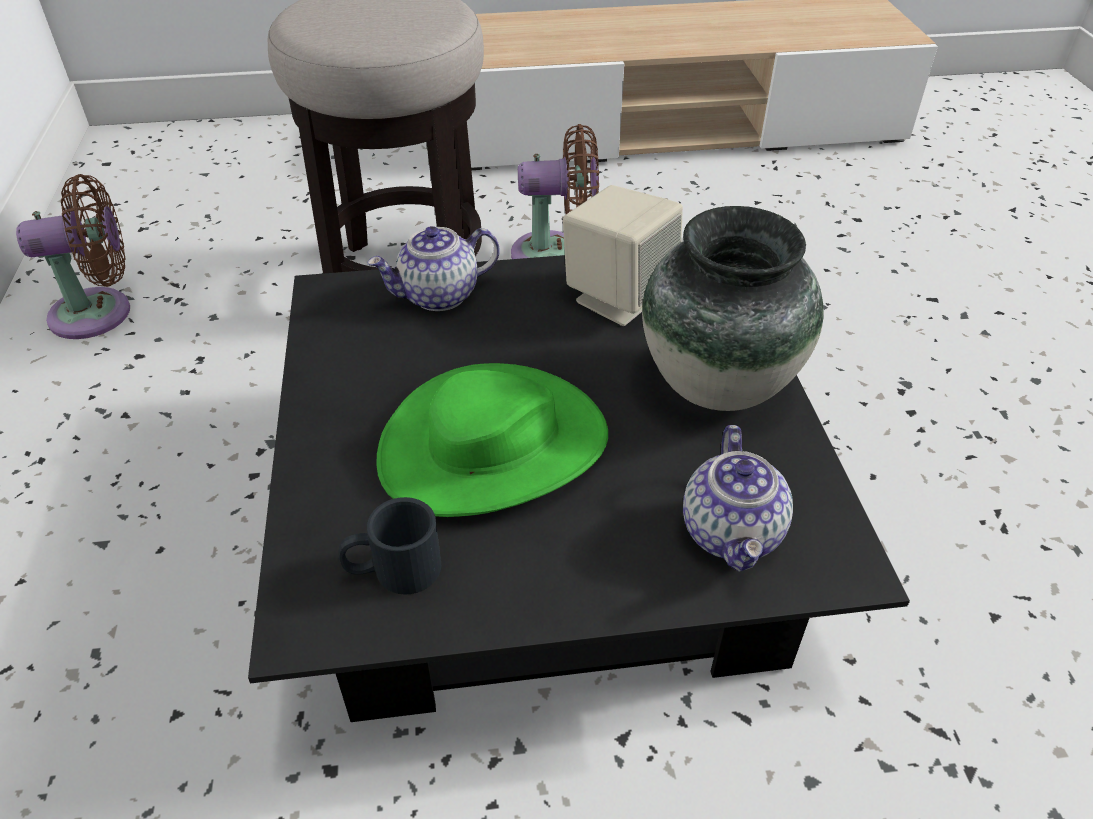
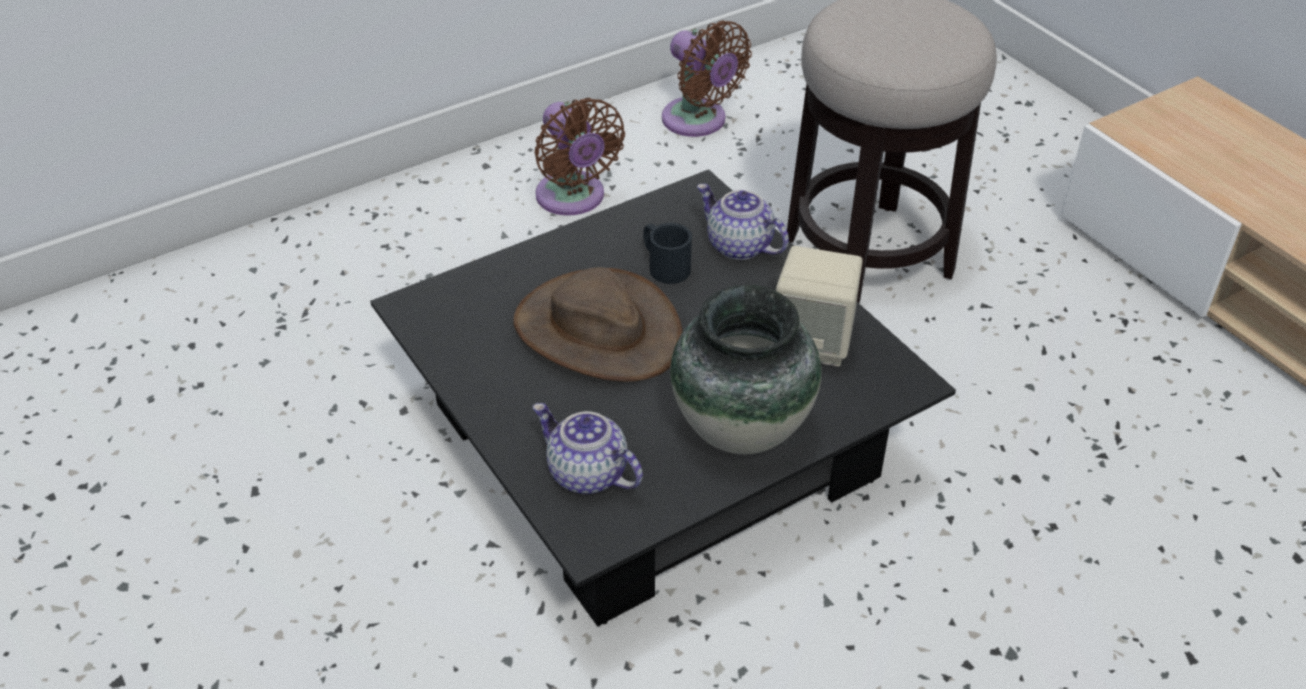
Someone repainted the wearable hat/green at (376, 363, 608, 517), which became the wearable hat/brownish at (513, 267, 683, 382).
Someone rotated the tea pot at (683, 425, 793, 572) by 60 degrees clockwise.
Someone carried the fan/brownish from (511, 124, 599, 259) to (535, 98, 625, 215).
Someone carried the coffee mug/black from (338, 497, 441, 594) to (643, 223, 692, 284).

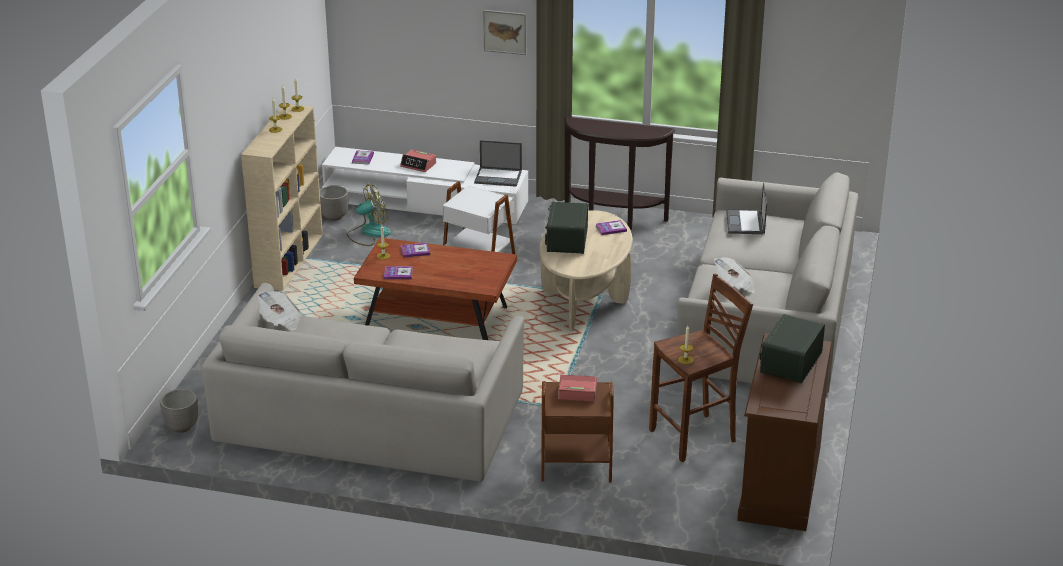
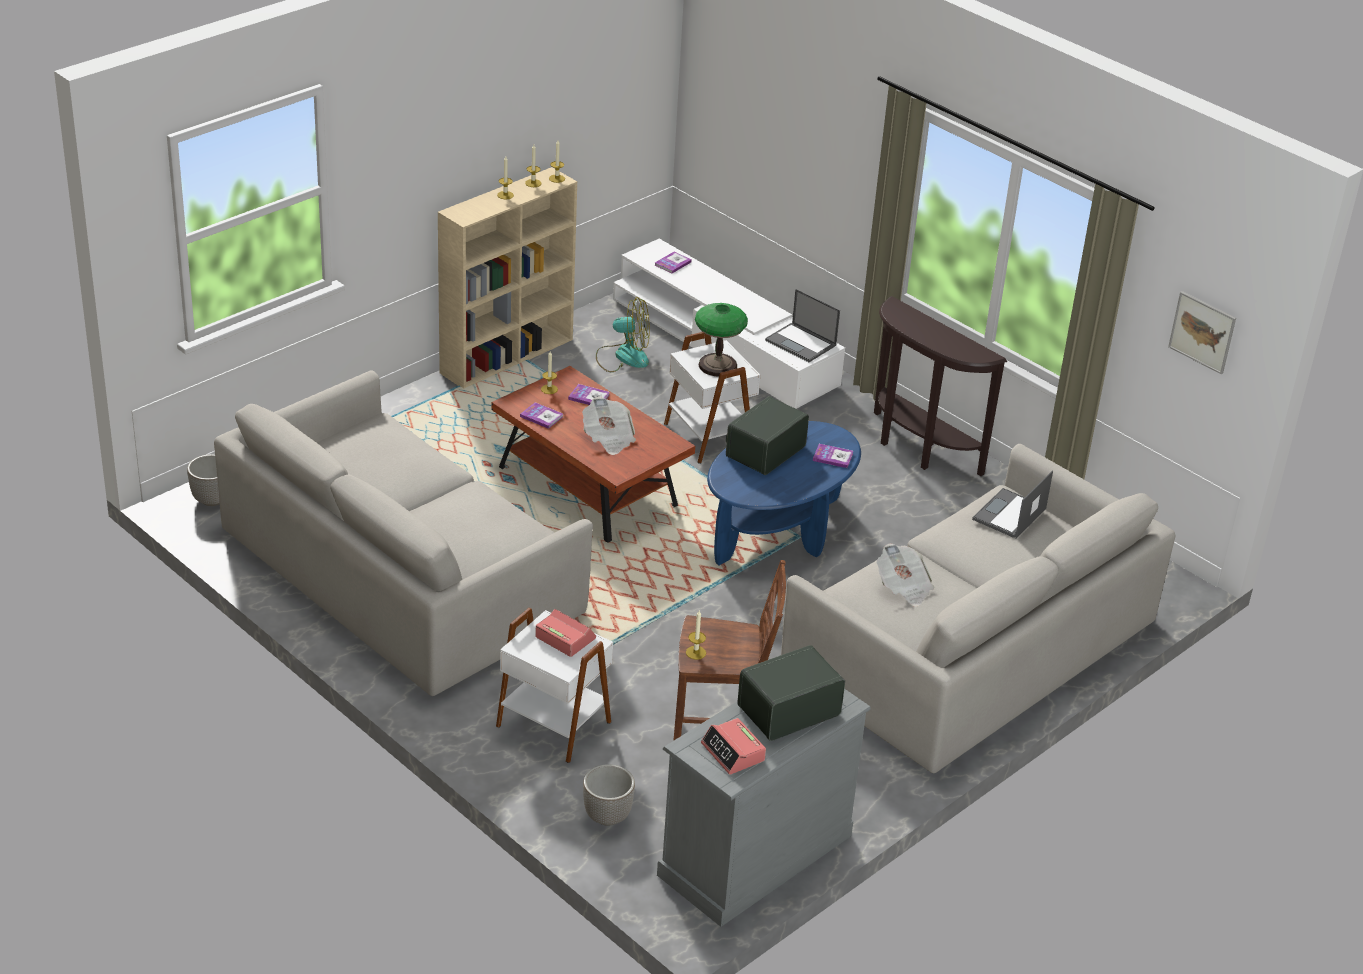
Someone repainted the accent table/brownish at (541, 381, 614, 483), which became the accent table/whitish at (496, 608, 613, 763).
Someone carried the newspaper from (258, 291, 303, 330) to (582, 397, 636, 455).
Someone carried the plant pot from (320, 185, 348, 221) to (583, 764, 635, 826).
Someone repainted the chest of drawers/brownish at (737, 333, 832, 531), which became the chest of drawers/grey at (657, 689, 871, 927).
Someone put down the tabletop lamp at (695, 303, 748, 376).
Someone carried the bedside clock from (400, 150, 436, 172) to (701, 718, 766, 775).
Someone repainted the low table/sand-coloured at (539, 210, 633, 331), which became the low table/blue-coloured at (707, 421, 861, 565).
Someone carried the wall picture from (483, 10, 526, 55) to (1168, 291, 1236, 375).

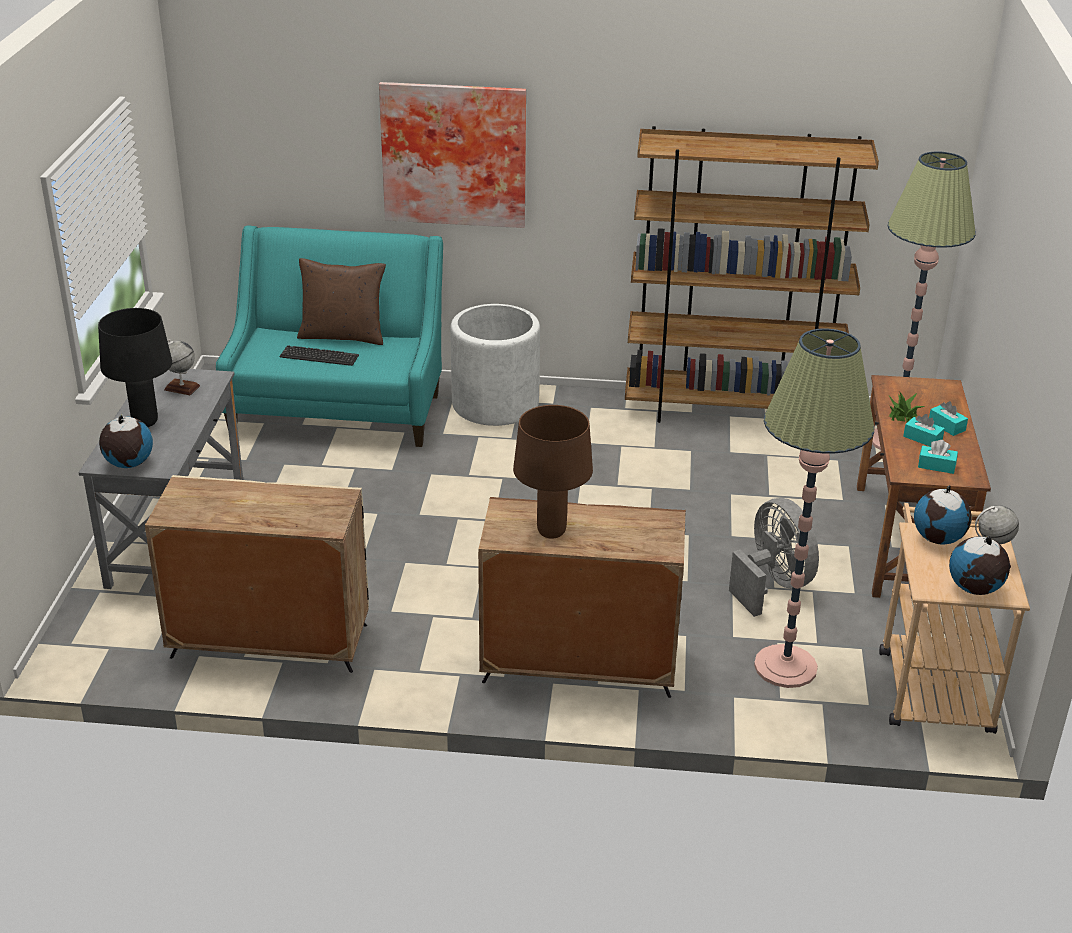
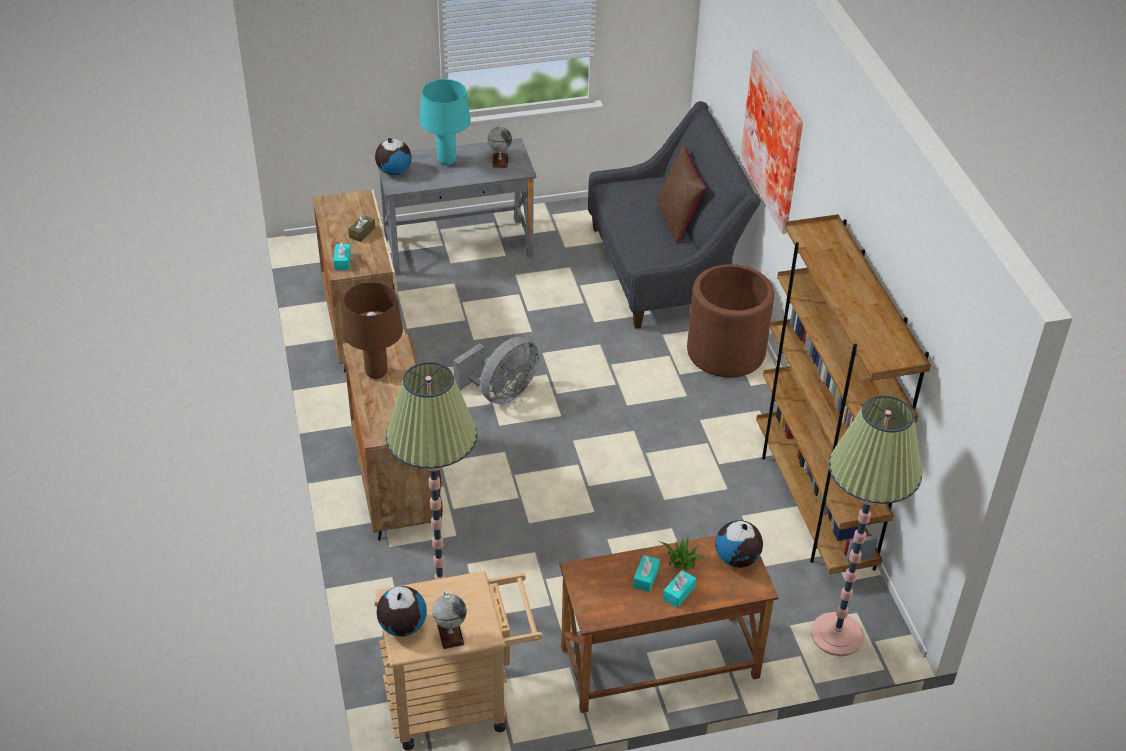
Someone carried the box of tissues/blue-green from (918, 440, 958, 474) to (333, 242, 351, 270).
Someone put down the box of tissues/brownish at (348, 214, 375, 242).
Someone repainted the tabletop lamp/black at (98, 308, 172, 427), which became the tabletop lamp/blue-green at (420, 79, 471, 165).
Someone carried the fan/grey from (729, 498, 819, 617) to (453, 337, 539, 404).
Someone repainted the sofa/blue-green at (216, 225, 443, 447), which became the sofa/grey at (588, 101, 761, 329).
Someone repainted the plant pot/whitish at (450, 304, 540, 426), which became the plant pot/brownish at (687, 264, 774, 378).
Someone carried the world globe from (914, 485, 972, 545) to (715, 520, 763, 568).
Someone took away the PC keyboard at (280, 345, 359, 366).

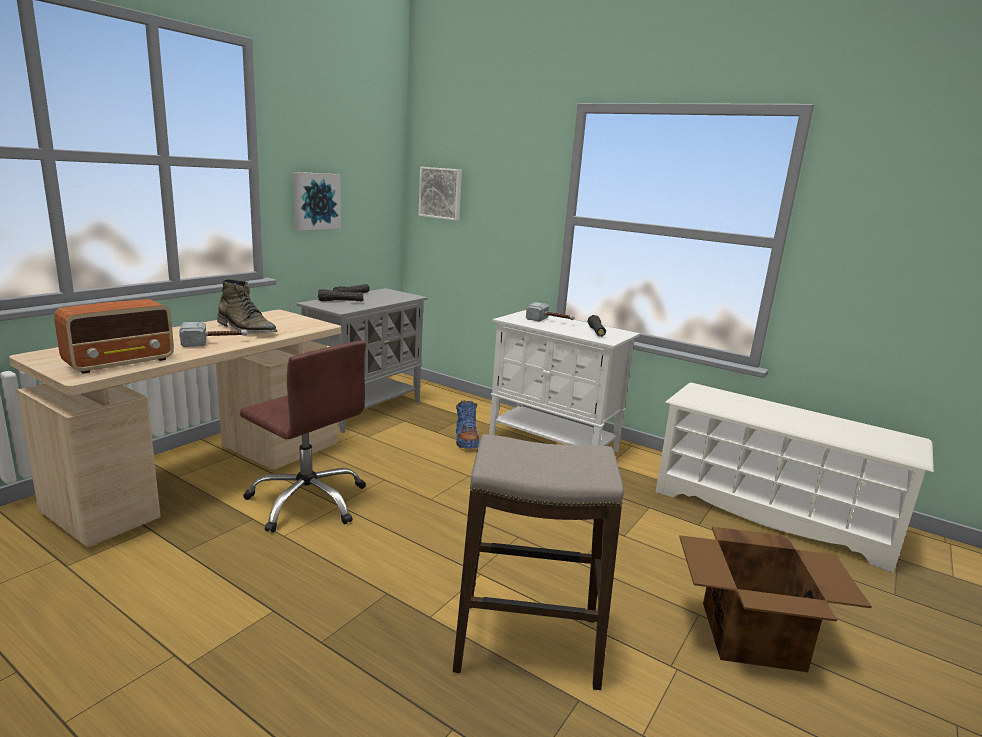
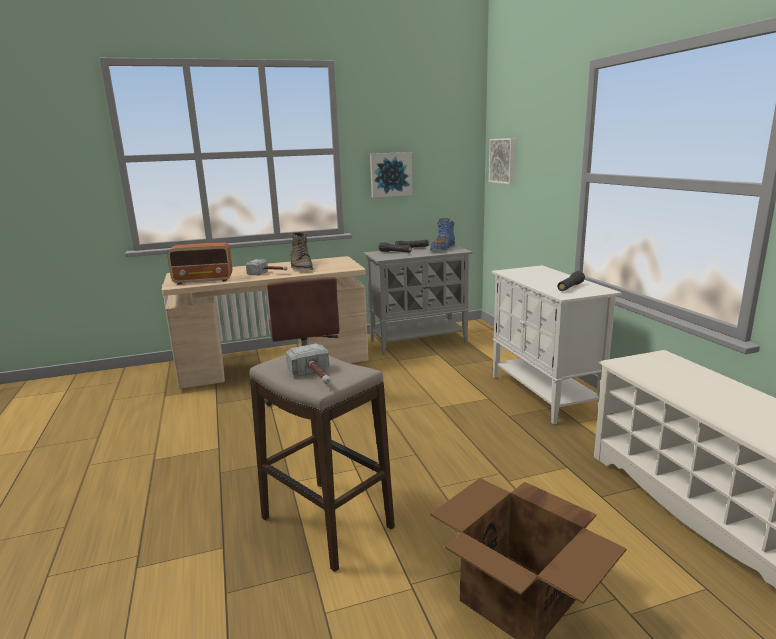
Someone carried the hand hammer from (526, 302, 575, 322) to (286, 343, 331, 384).
Someone carried the tall boot/blue-coloured from (456, 400, 479, 449) to (430, 218, 455, 251).

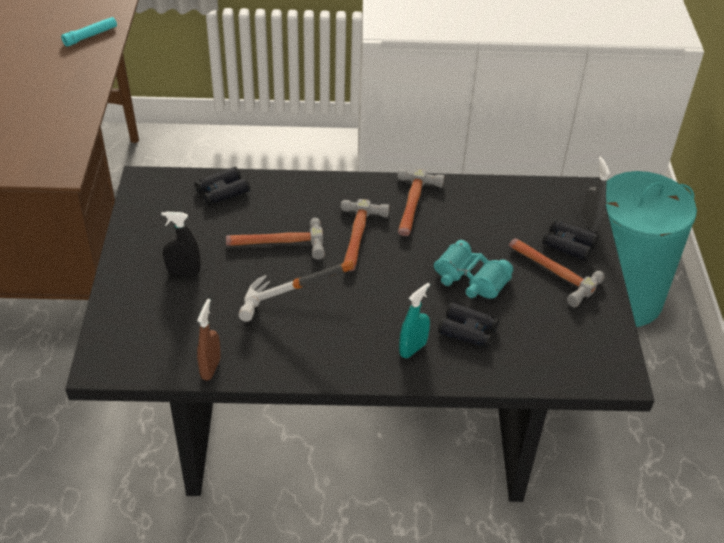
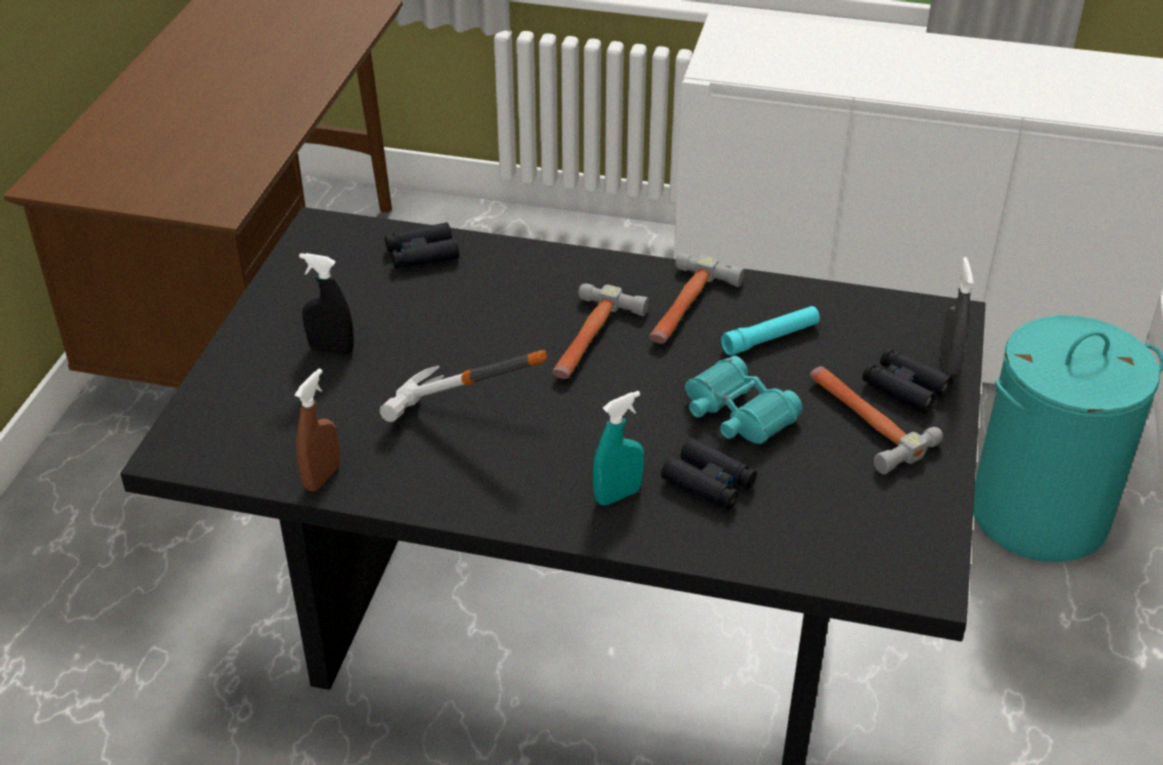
Someone carried the flashlight/blue-green from (61, 17, 117, 47) to (721, 306, 820, 356).
Someone took away the hand hammer at (226, 218, 325, 259).

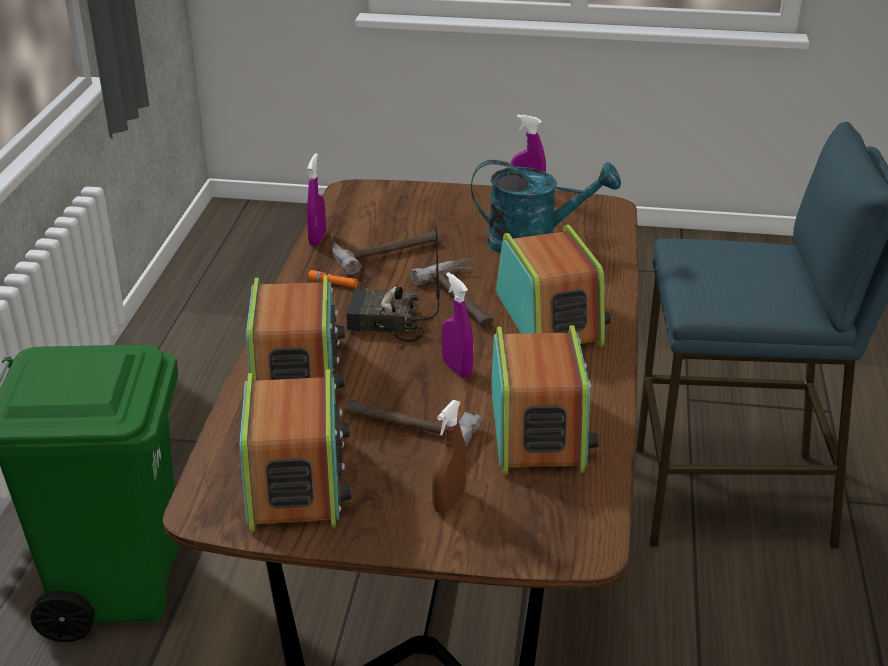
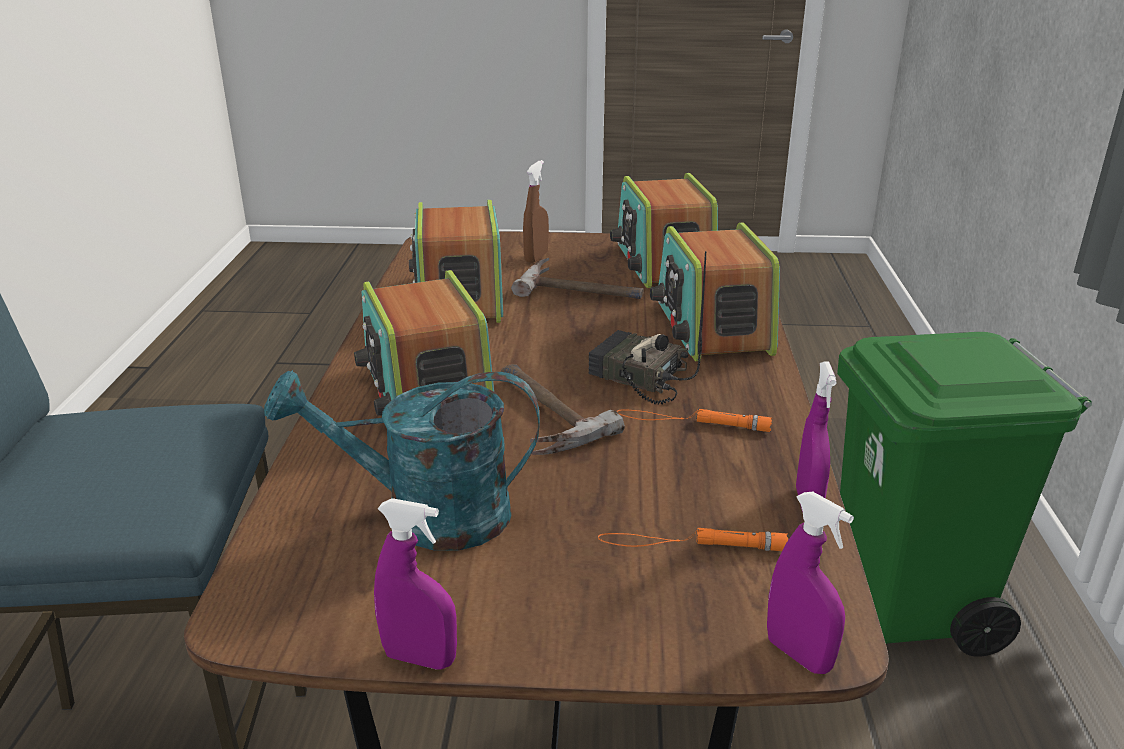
Someone rotated the radio set at (346, 225, 440, 343) by 150 degrees counterclockwise.
Someone put down the flashlight/orange-coloured at (598, 528, 789, 551).
Someone carried the hand sprayer/purplish from (441, 272, 473, 378) to (767, 491, 854, 674).
Someone took away the hand hammer at (331, 231, 439, 274).

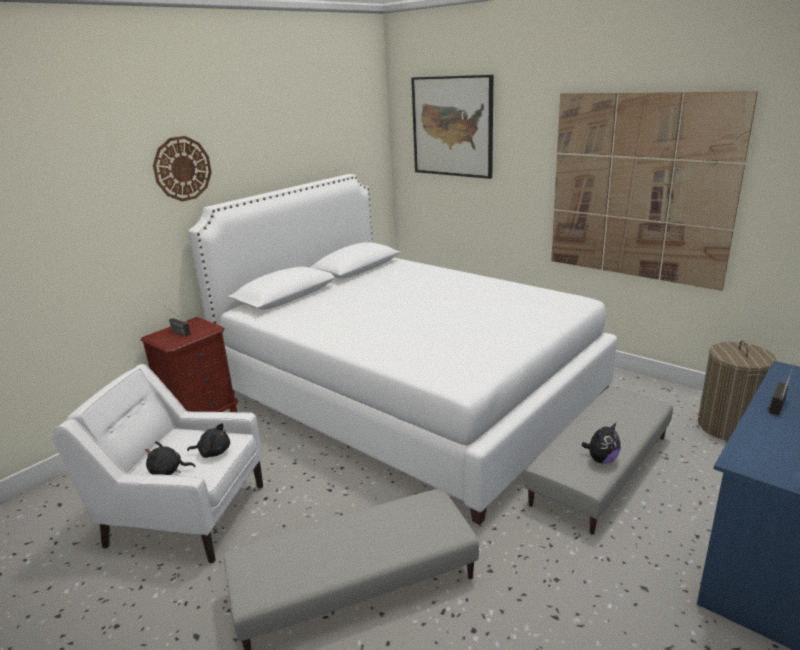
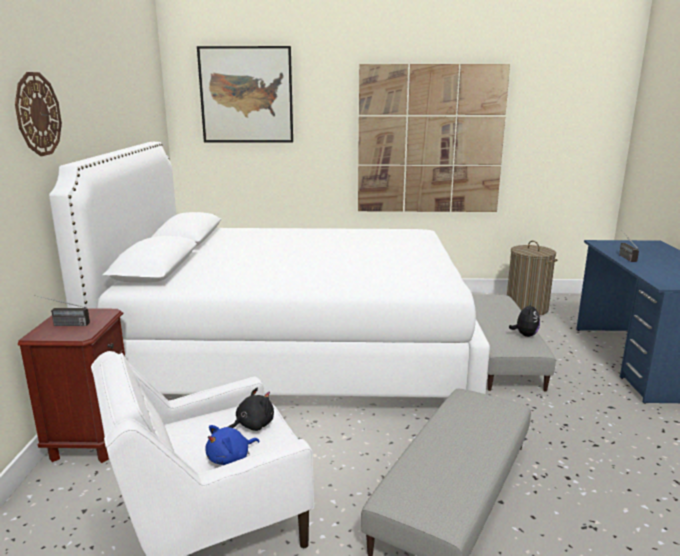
Someone repainted the cuddly toy/black at (145, 441, 196, 475), which became the cuddly toy/blue-coloured at (205, 425, 259, 465).

